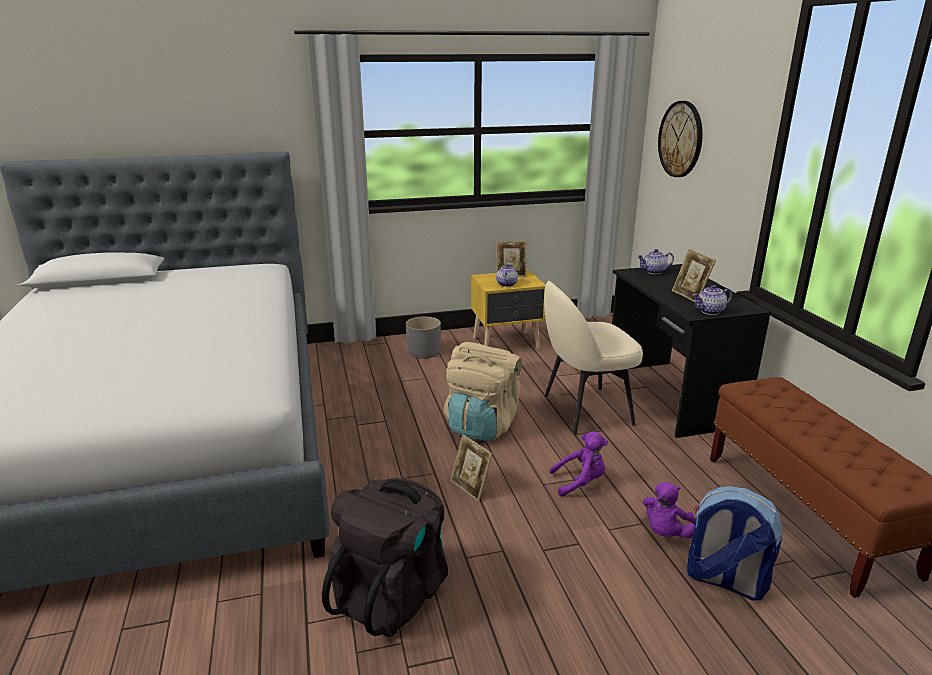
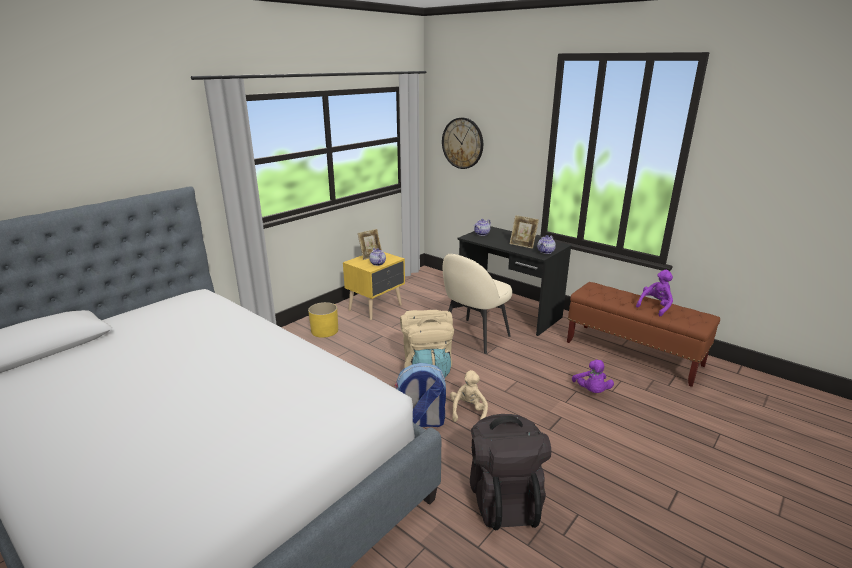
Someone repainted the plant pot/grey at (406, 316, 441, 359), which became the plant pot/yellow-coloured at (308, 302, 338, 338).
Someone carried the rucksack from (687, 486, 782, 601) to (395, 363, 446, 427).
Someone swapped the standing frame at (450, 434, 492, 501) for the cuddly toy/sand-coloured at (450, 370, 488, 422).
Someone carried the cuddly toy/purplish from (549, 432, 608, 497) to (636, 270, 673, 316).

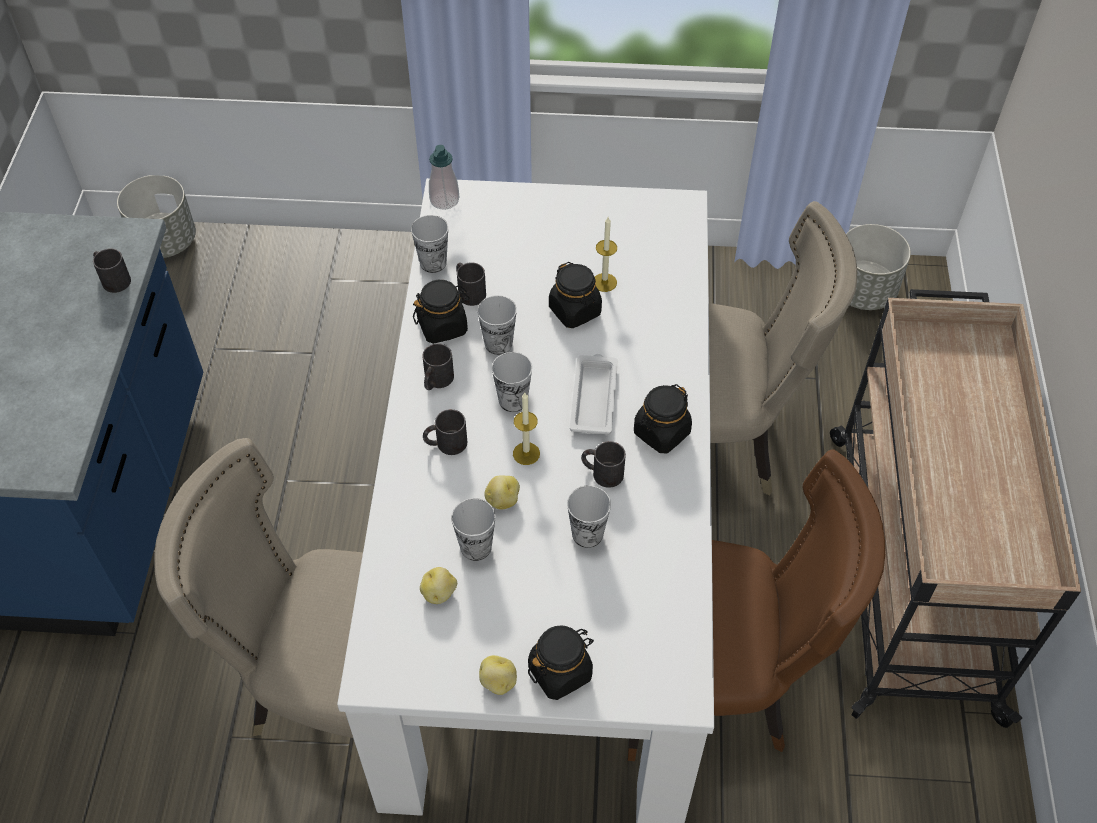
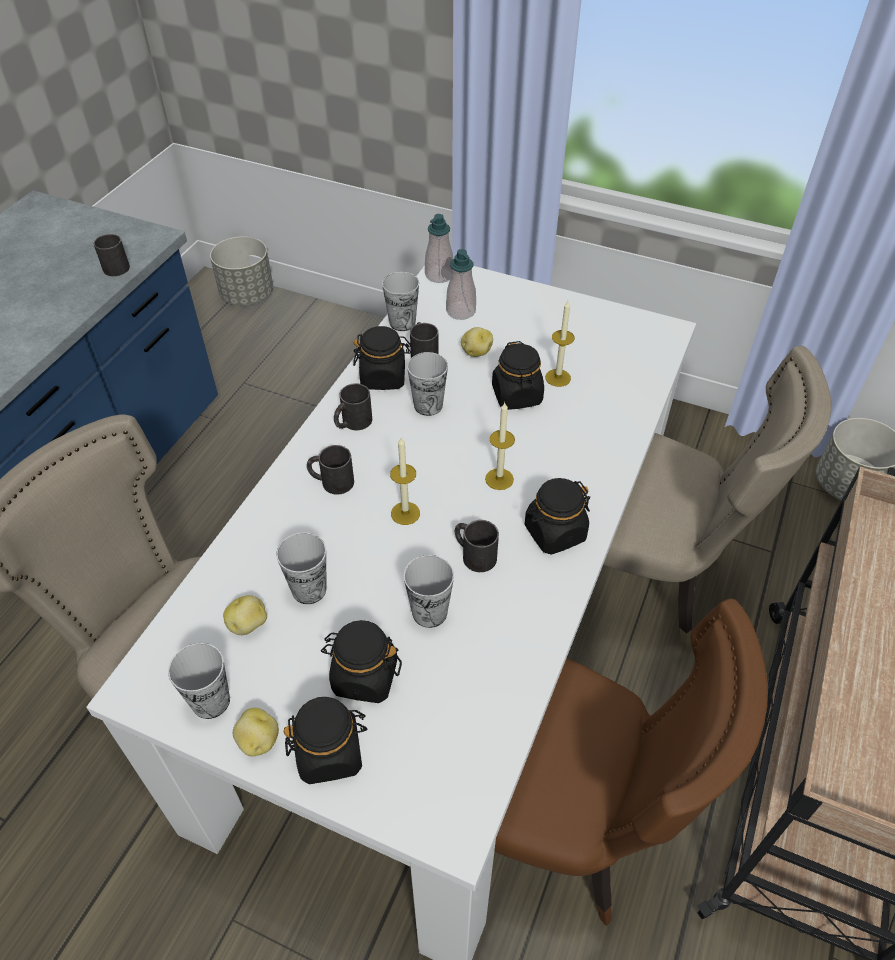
Someone carried the small cup from (492, 352, 532, 412) to (168, 643, 230, 719).
Someone put down the storage jar/black at (321, 620, 402, 703).
Someone put down the liquid soap bottle at (446, 249, 476, 320).
Someone carried the spud from (484, 475, 520, 509) to (461, 327, 493, 357).
Someone swapped the carrying tray/whitish at (570, 354, 618, 435) for the wax candle at (485, 403, 515, 490).

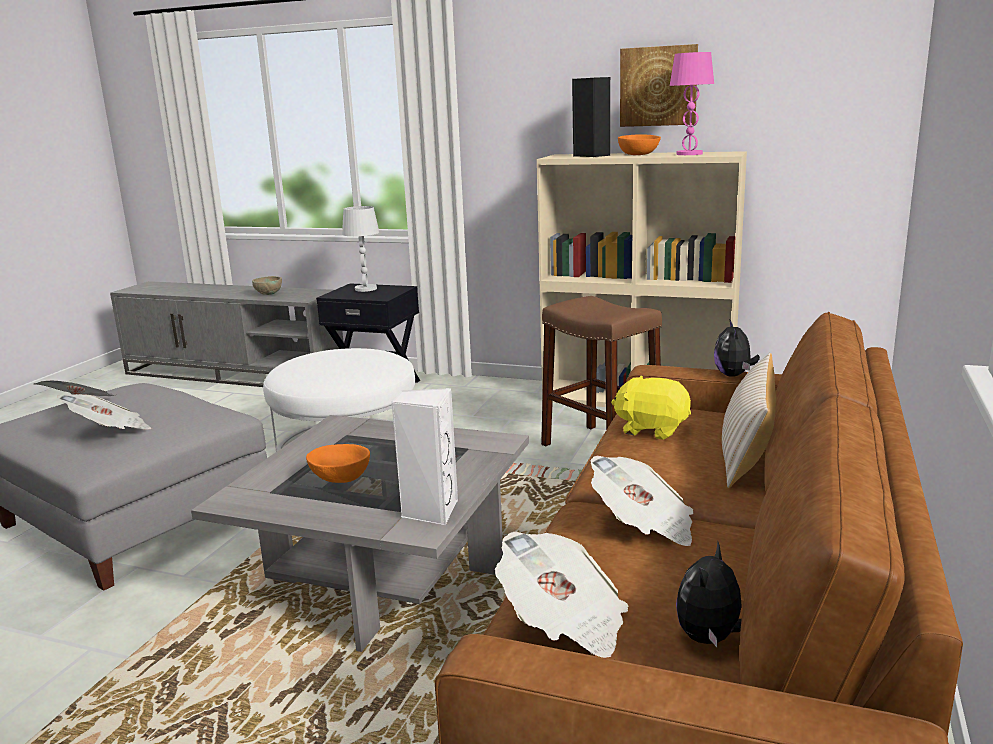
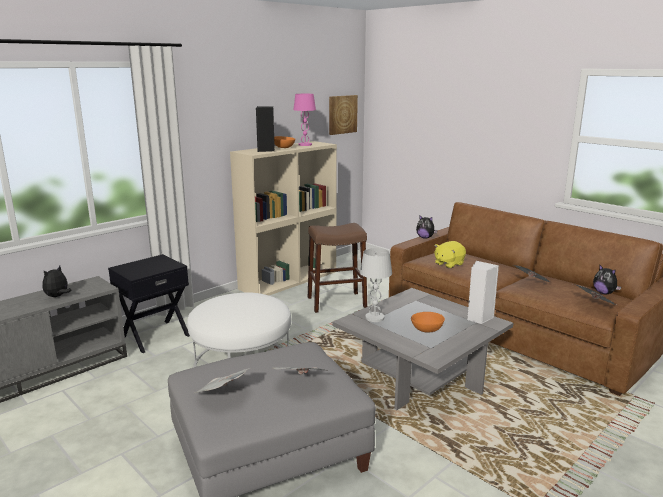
Someone swapped the serving bowl/sand-coloured at (252, 276, 282, 295) for the cuddly toy at (42, 266, 71, 297).
Someone carried the wall picture from (620, 44, 698, 127) to (329, 95, 358, 135).
Someone carried the tabletop lamp/whitish from (342, 206, 379, 292) to (360, 248, 392, 322).
Someone took away the throw pillow/sand-coloured at (722, 353, 776, 488).

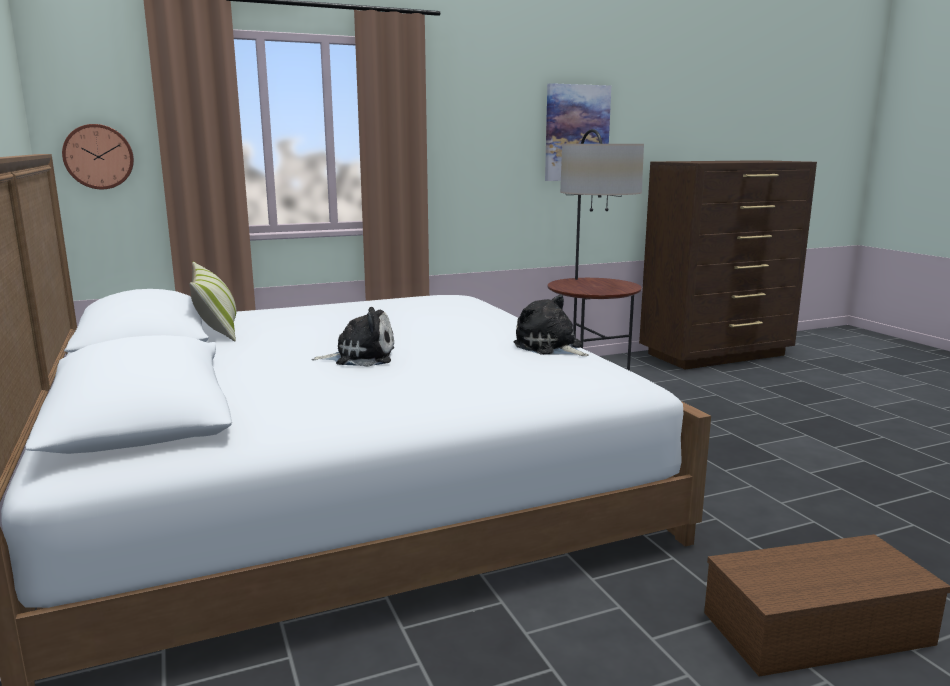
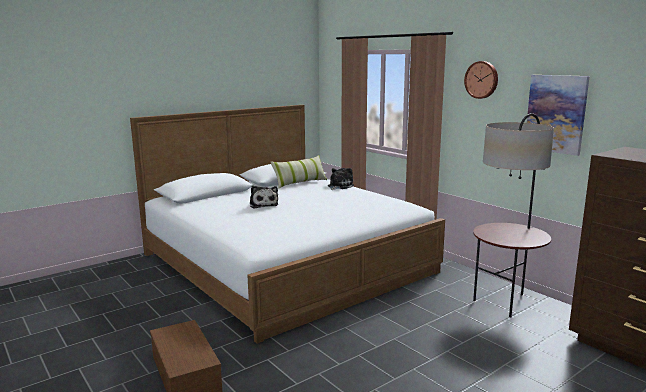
Someone carried the cuddly toy from (514, 295, 589, 356) to (328, 168, 354, 190).
Someone carried the clock on the wall from (62, 124, 134, 189) to (464, 61, 498, 99).

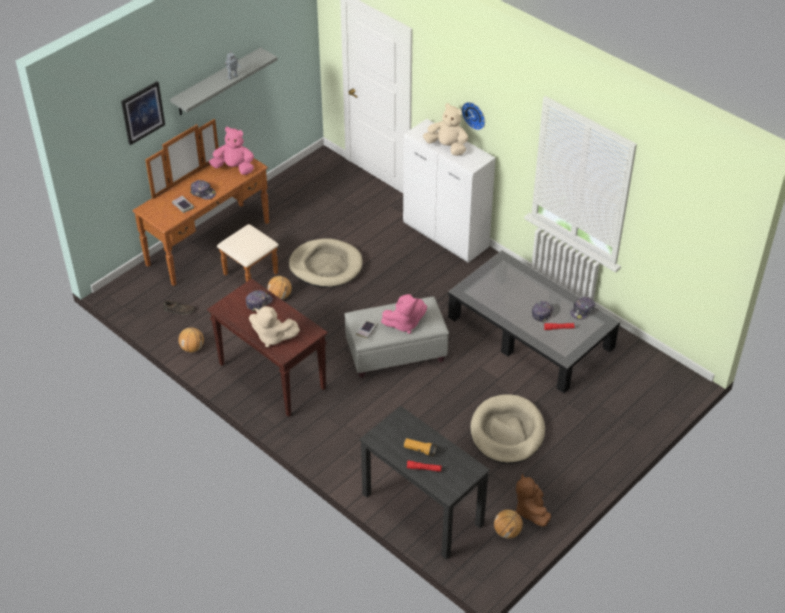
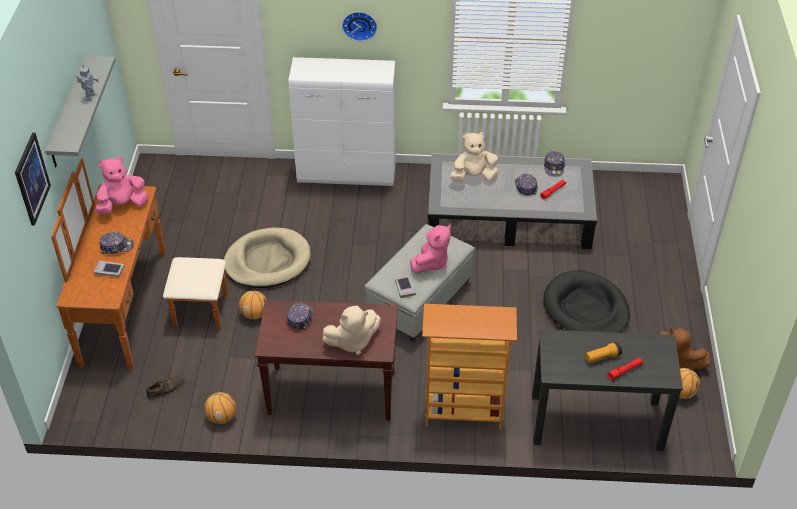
Someone put down the shelving unit at (422, 304, 517, 430).
Someone carried the cuddly toy/sand-coloured from (423, 103, 468, 156) to (450, 132, 499, 182).
Someone repainted the dog cushion/sand-coloured at (470, 395, 545, 464), which became the dog cushion/black at (543, 270, 630, 333).

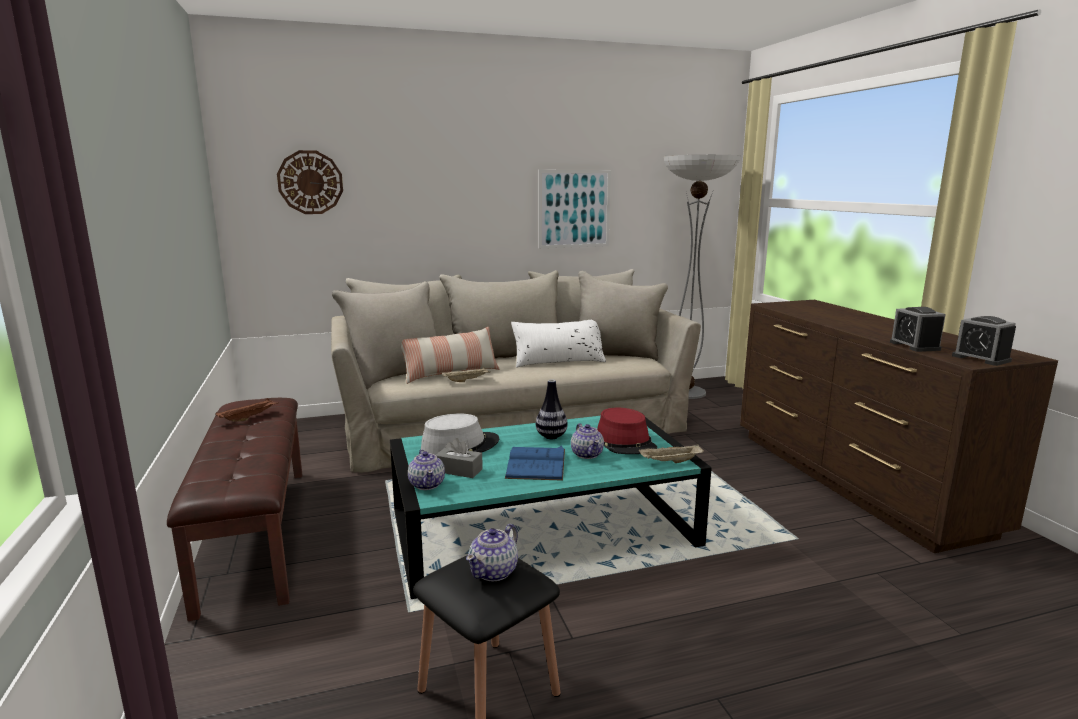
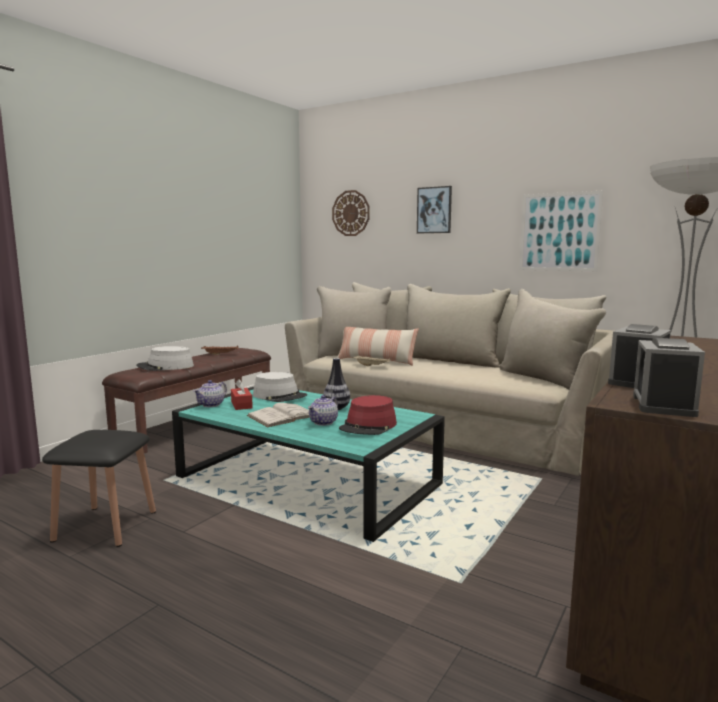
Someone put down the wearable hat/grey at (136, 346, 194, 371).
Someone repainted the box of tissues/grey at (436, 438, 483, 478), which became the box of tissues/red at (231, 379, 253, 410).
Someone repainted the bound book/blue-coloured at (505, 445, 565, 481), which became the bound book/whitish at (247, 403, 310, 427).
Someone put up the wall picture at (417, 186, 452, 233).
Someone took away the tea pot at (466, 524, 518, 581).
Someone took away the throw pillow/whitish at (511, 320, 606, 368).
Someone took away the carrying tray/sand-coloured at (639, 444, 704, 463).

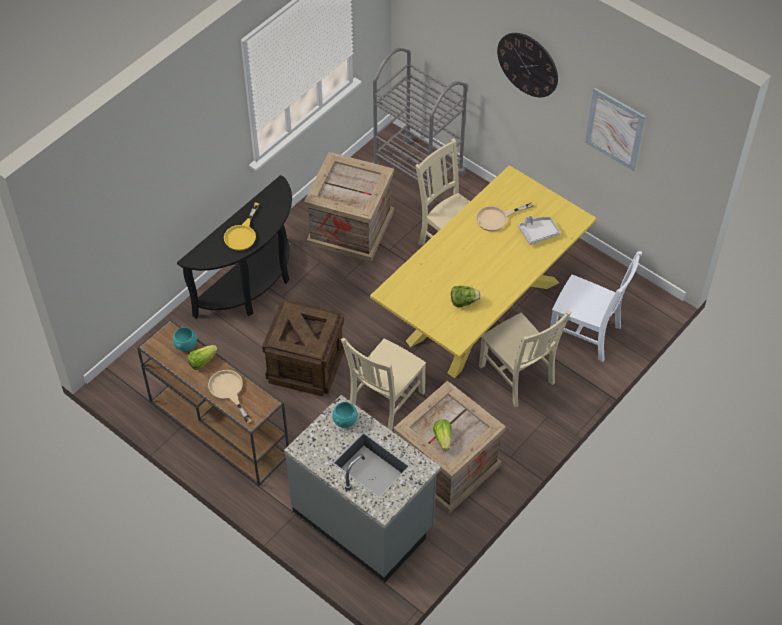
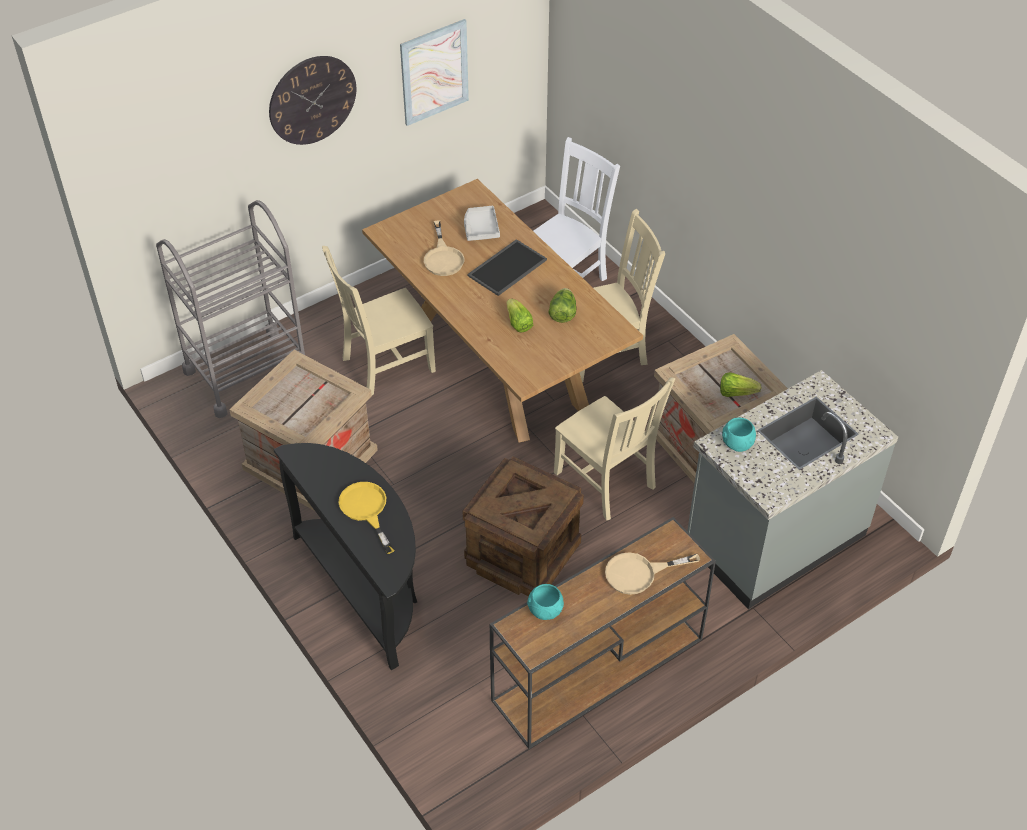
Someone rotated the frying pan/yellow-coloured at (224, 203, 259, 251) by 150 degrees counterclockwise.
Someone repainted the kitchen table/yellow-coloured at (370, 165, 597, 378), which became the kitchen table/brownish at (362, 179, 643, 442).
Someone put down the carrying tray at (467, 239, 547, 296).
Someone carried the lettuce from (188, 345, 218, 370) to (507, 298, 533, 333).

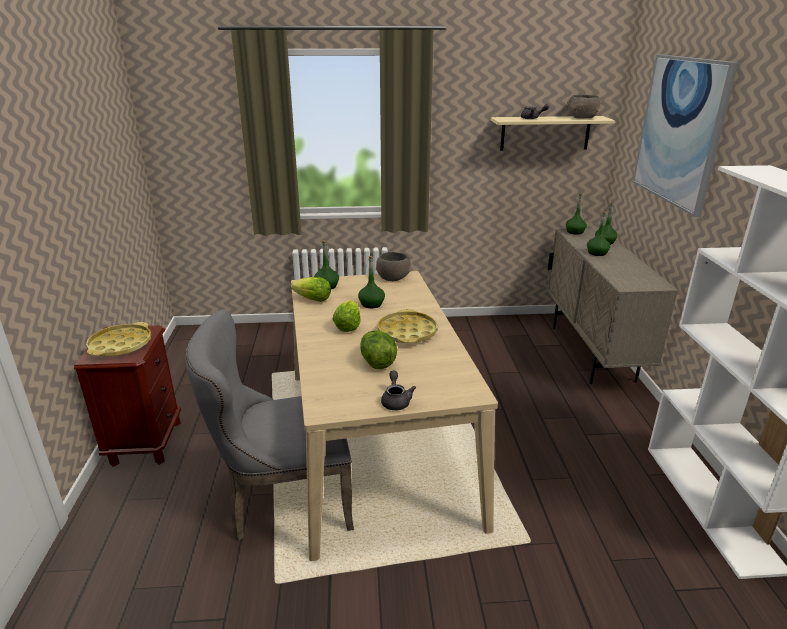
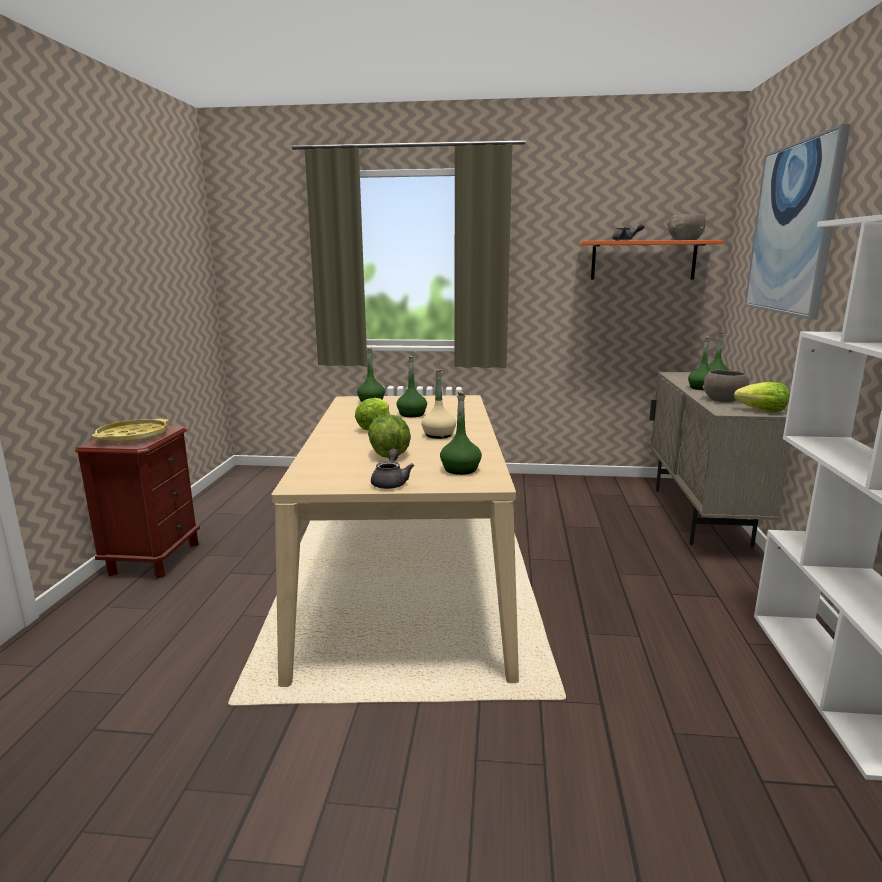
Someone swapped the carrying tray/yellow-coloured at (378, 309, 438, 343) for the bottle/sand-coloured at (421, 369, 456, 439).
Someone carried the bottle/green from (566, 194, 587, 235) to (440, 392, 482, 475).
Someone repainted the shelf/sand-coloured at (491, 116, 615, 151), which became the shelf/orange-coloured at (579, 240, 723, 280).
Someone carried the serving bowl/grey from (376, 252, 411, 281) to (702, 370, 749, 402).
Someone carried the lettuce from (291, 277, 331, 302) to (734, 382, 789, 412).
Someone took away the plain chair/grey at (185, 310, 354, 541).

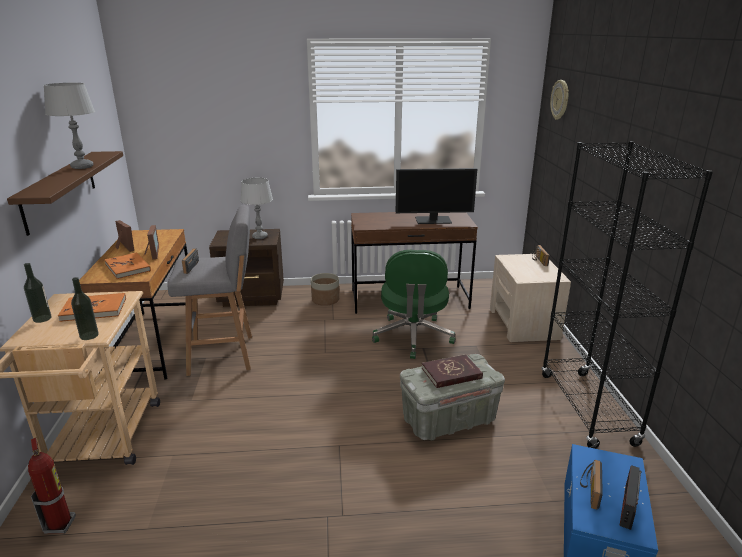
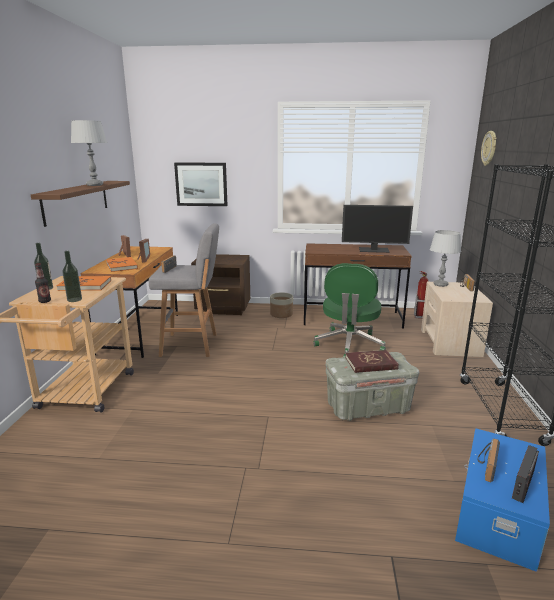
Someone put down the bottle at (35, 263, 51, 303).
Someone put up the wall picture at (174, 163, 228, 206).
Someone carried the fire-fighting cylinder from (28, 438, 76, 533) to (414, 271, 429, 319).
Someone carried the tabletop lamp/grey from (240, 178, 273, 239) to (430, 230, 461, 287).

